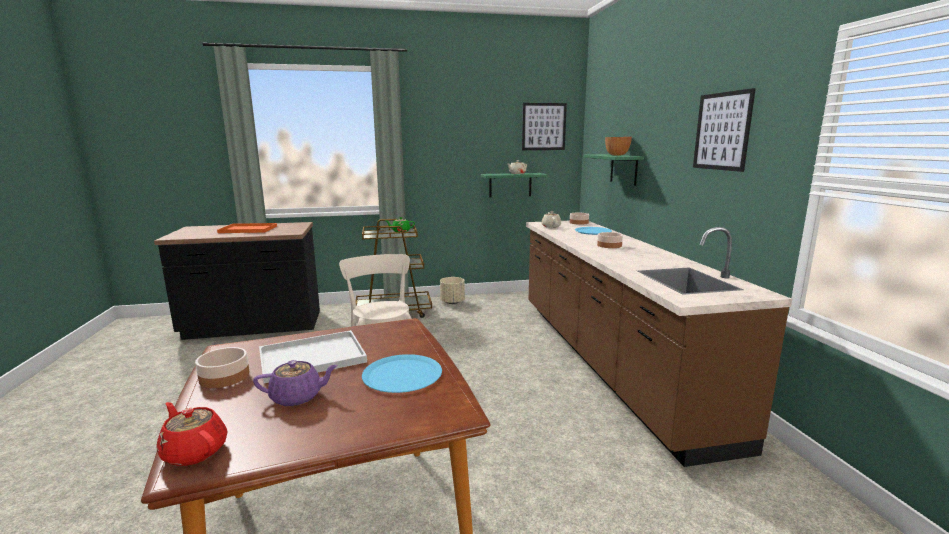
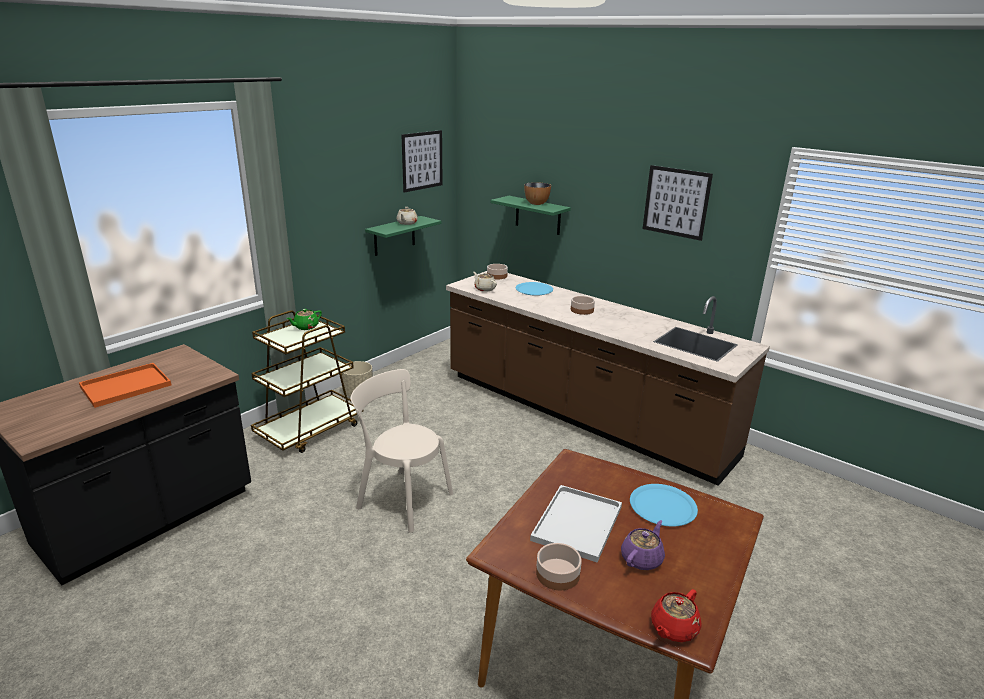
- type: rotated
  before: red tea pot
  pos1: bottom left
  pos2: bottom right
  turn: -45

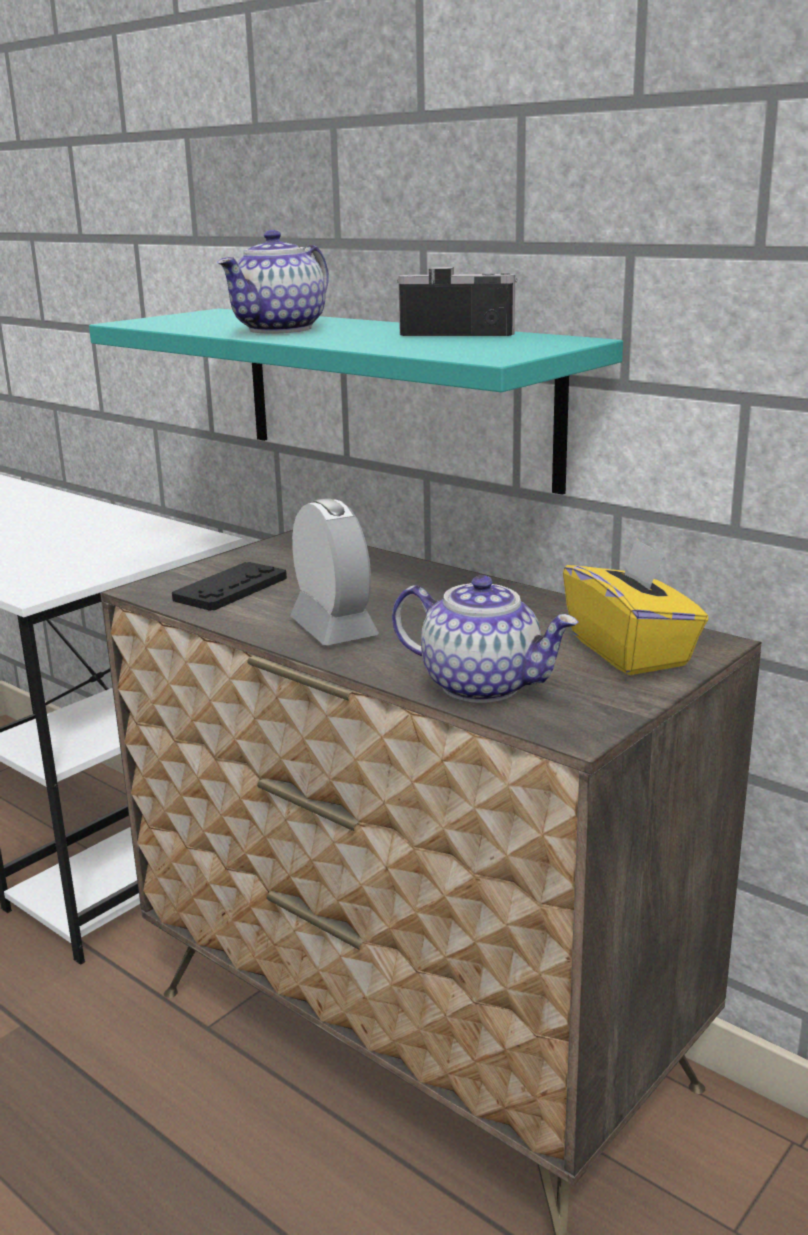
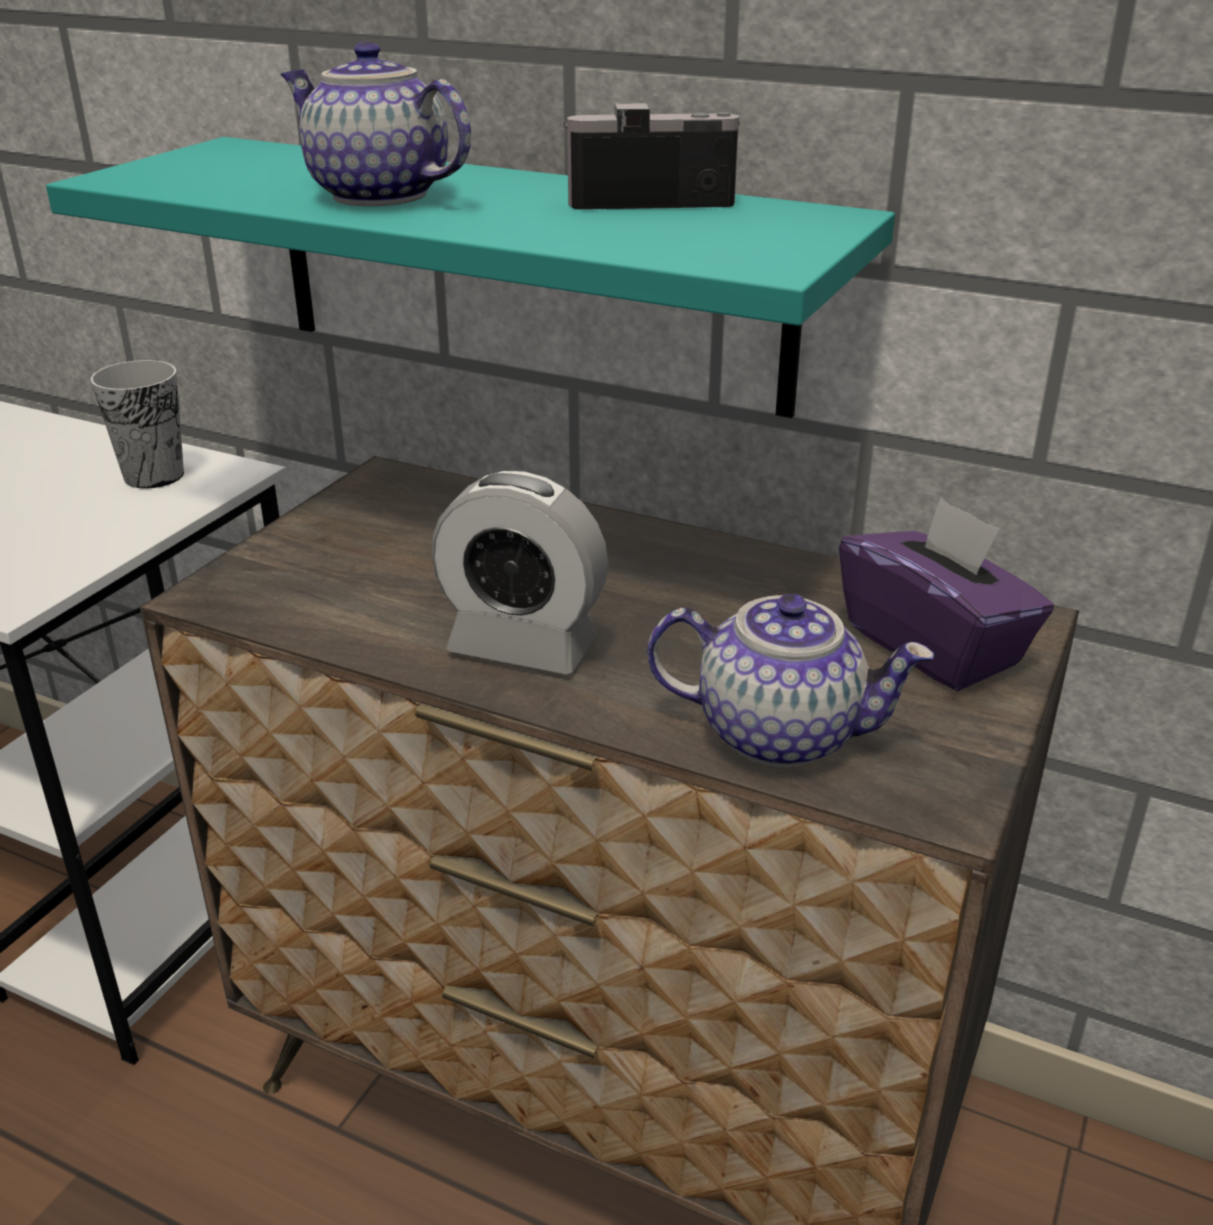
- type: new
  after: cup
  pos2: middle left
- type: rotated
  before: tea pot (no. 1 from left)
  pos1: top centre
  pos2: top left
  turn: 105
- type: rotated
  before: table clock
  pos1: centre
  pos2: centre
  turn: 150
- type: repainted
  before: yellowish tissue holder
  after: purple-coloured tissue holder
  pos1: middle right
  pos2: middle right
- type: gone
  before: black game controller
  pos1: middle left

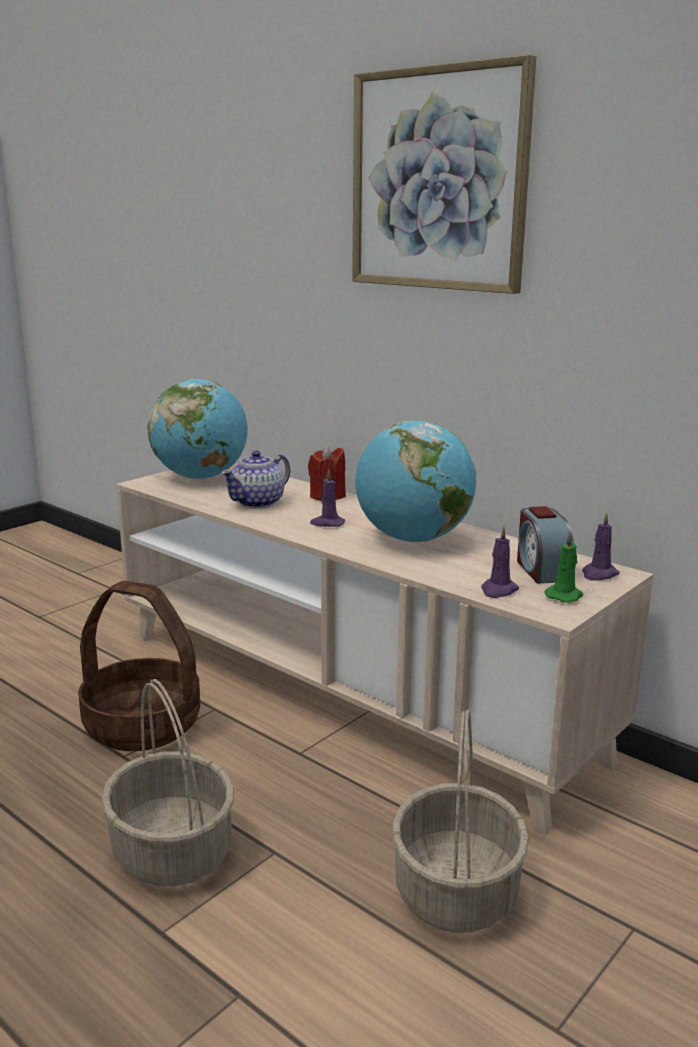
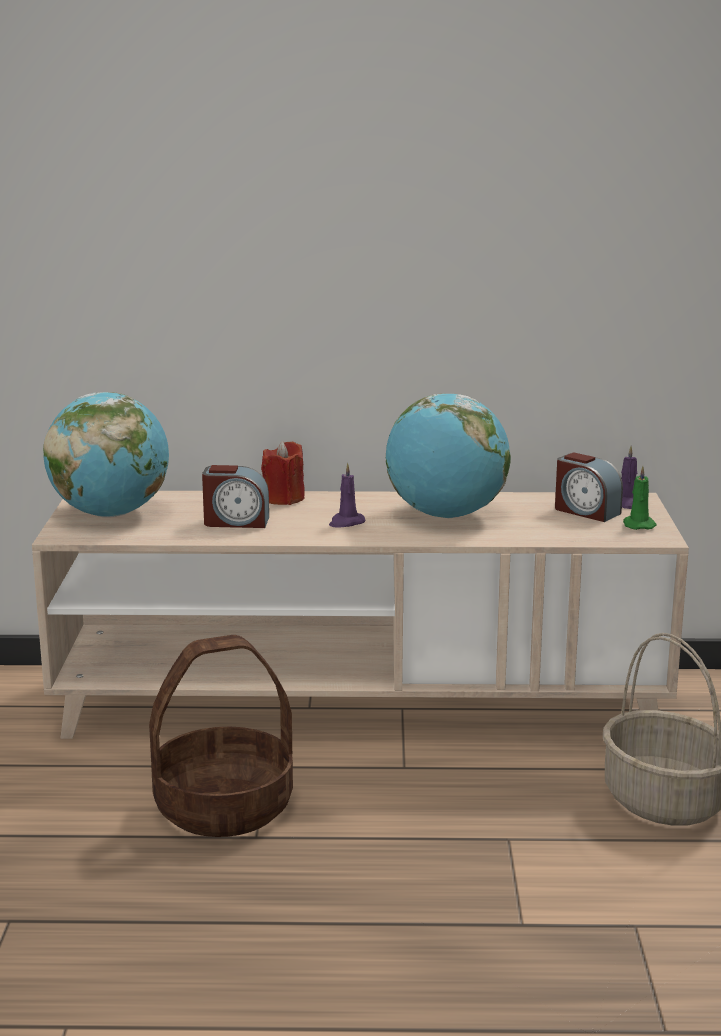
- type: swapped
  before: tea pot
  after: table clock (no. 1 from left)
  pos1: centre
  pos2: middle left
- type: gone
  before: household basket (no. 2 from left)
  pos1: bottom left
- type: gone
  before: wall art
  pos1: top centre
- type: gone
  before: purple-coloured candle (no. 2 from left)
  pos1: middle right

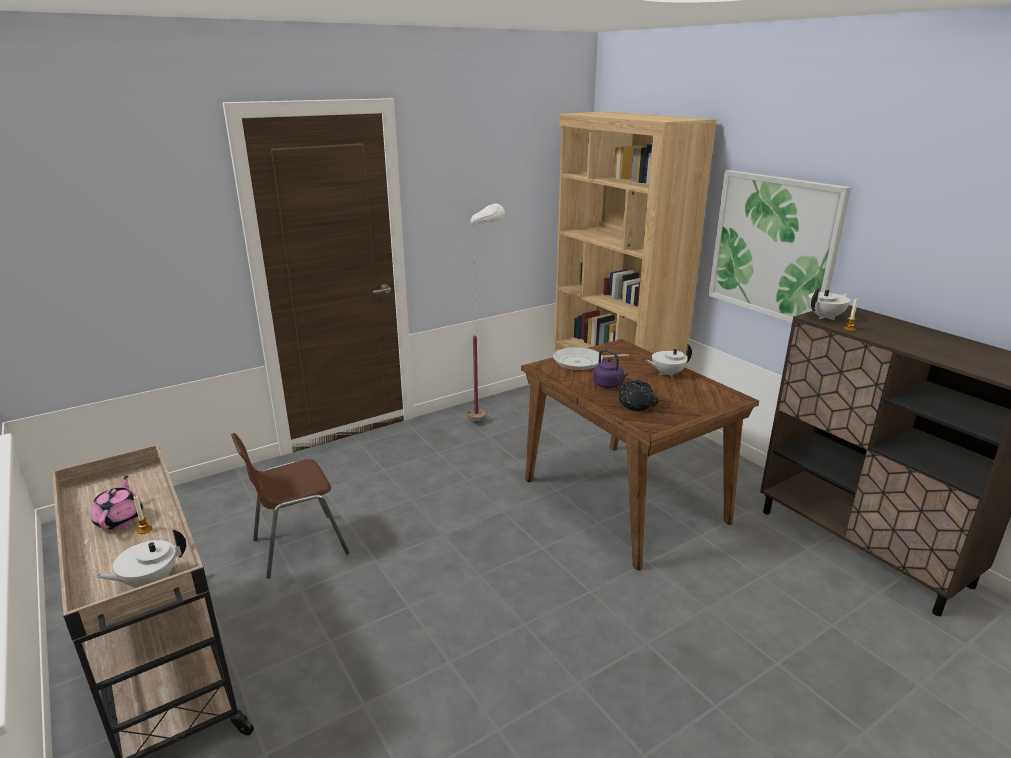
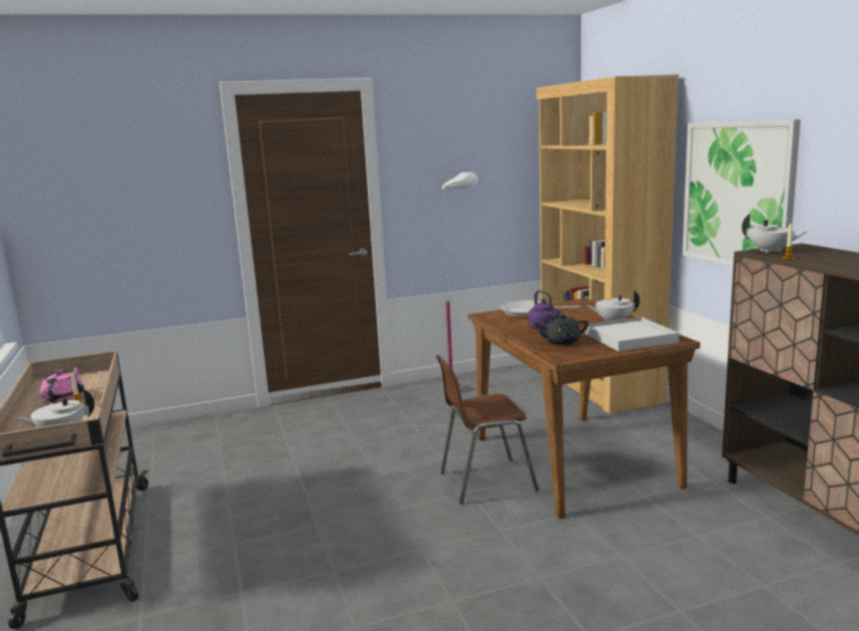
- type: shifted
  before: brown plain chair
  pos1: bottom left
  pos2: bottom centre
- type: rotated
  before: black tea pot
  pos1: centre
  pos2: centre
  turn: -75
- type: new
  after: white-coloured tray
  pos2: middle right
- type: rotated
  before: white-coloured tea pot (no. 3 from left)
  pos1: middle right
  pos2: middle right
  turn: 60

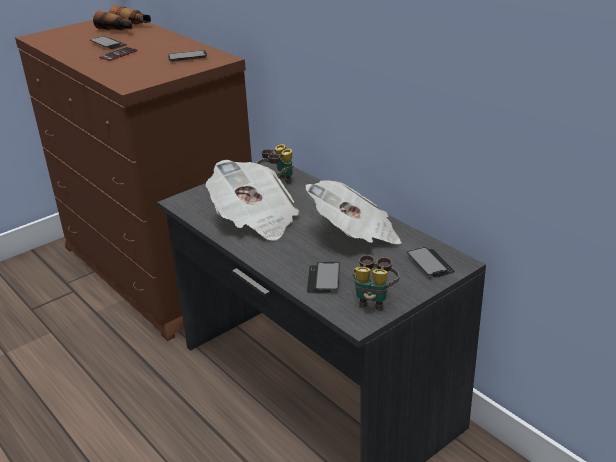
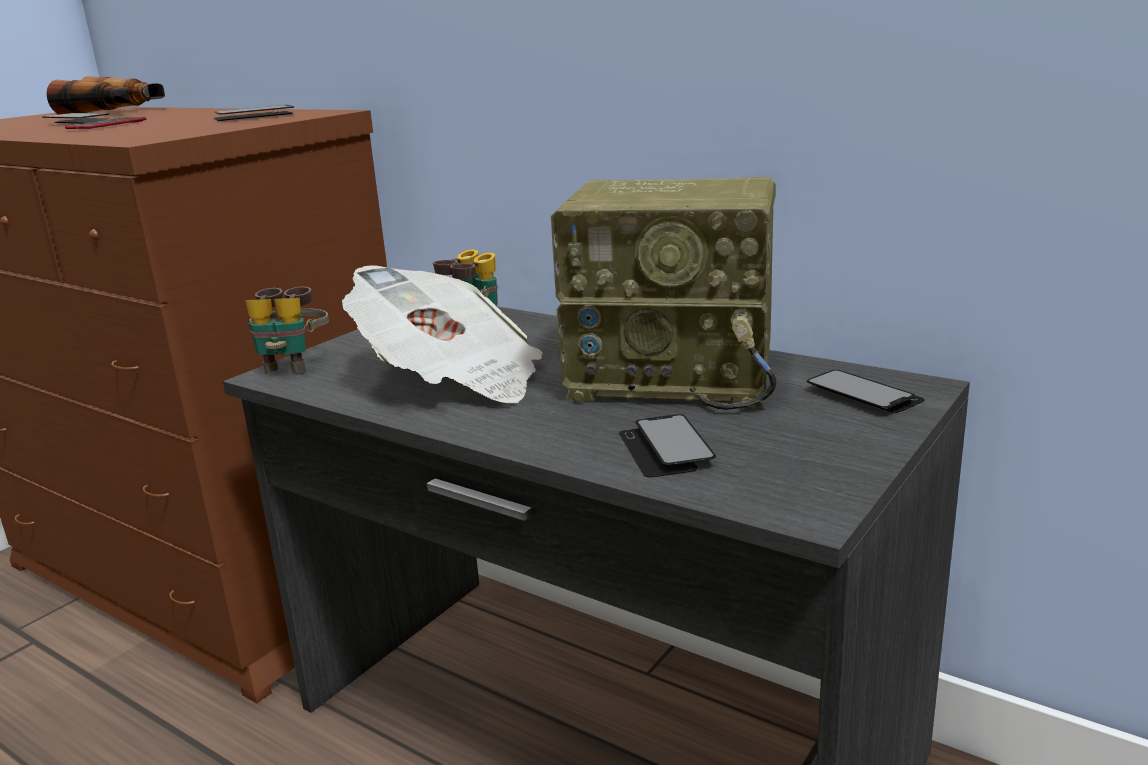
- type: shifted
  before: field glasses (no. 3 from left in the first image)
  after: field glasses (no. 2 from left)
  pos1: centre
  pos2: middle left
- type: swapped
  before: daily paper (no. 2 from left)
  after: radio receiver
  pos1: centre
  pos2: centre

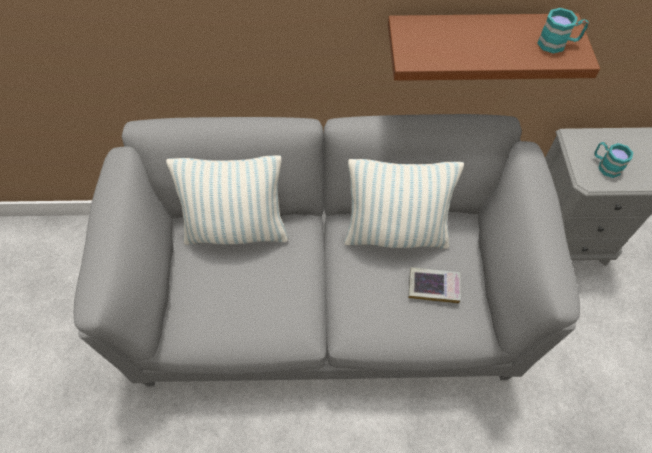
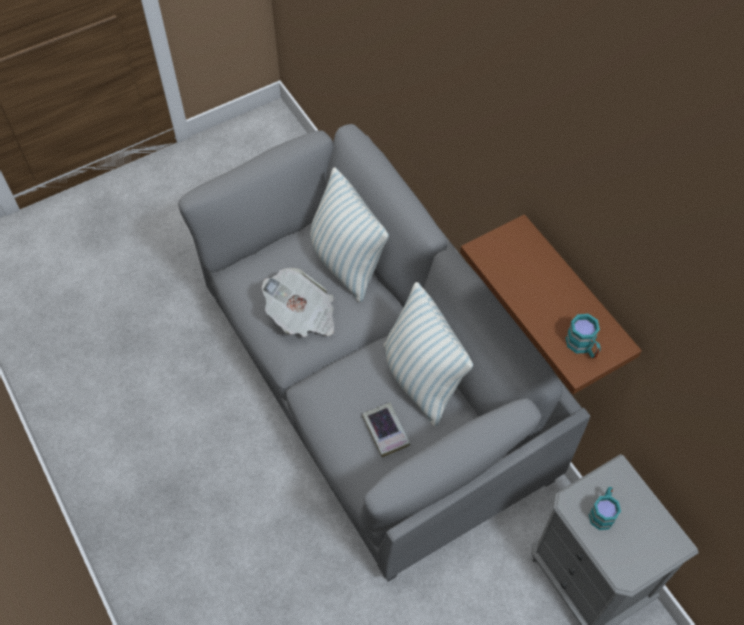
- type: new
  after: daily paper
  pos2: centre

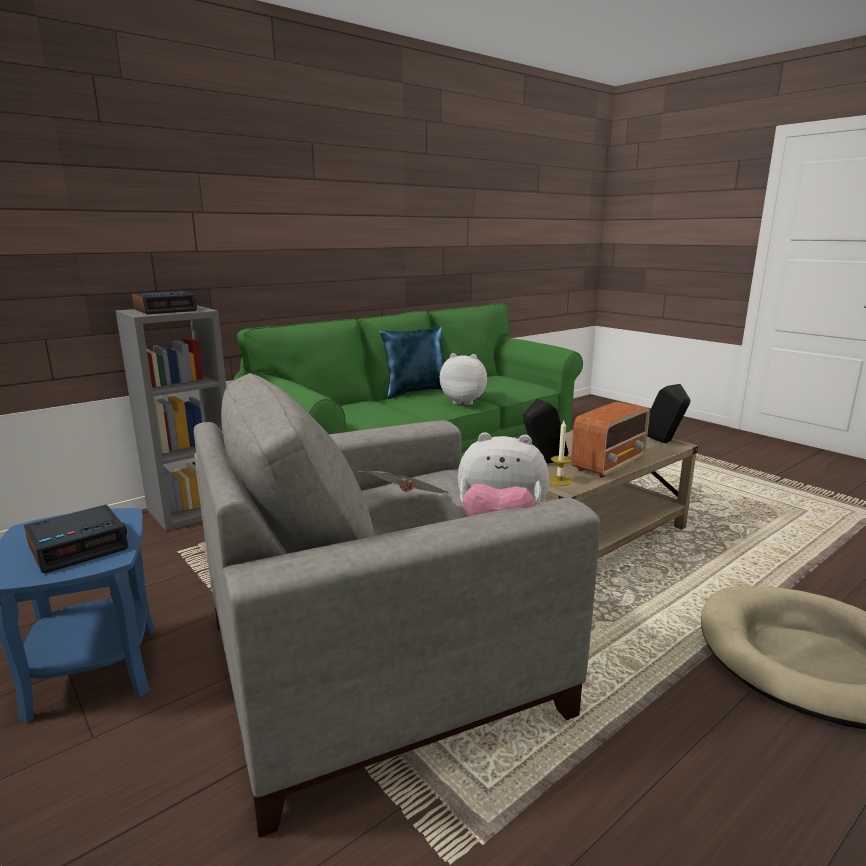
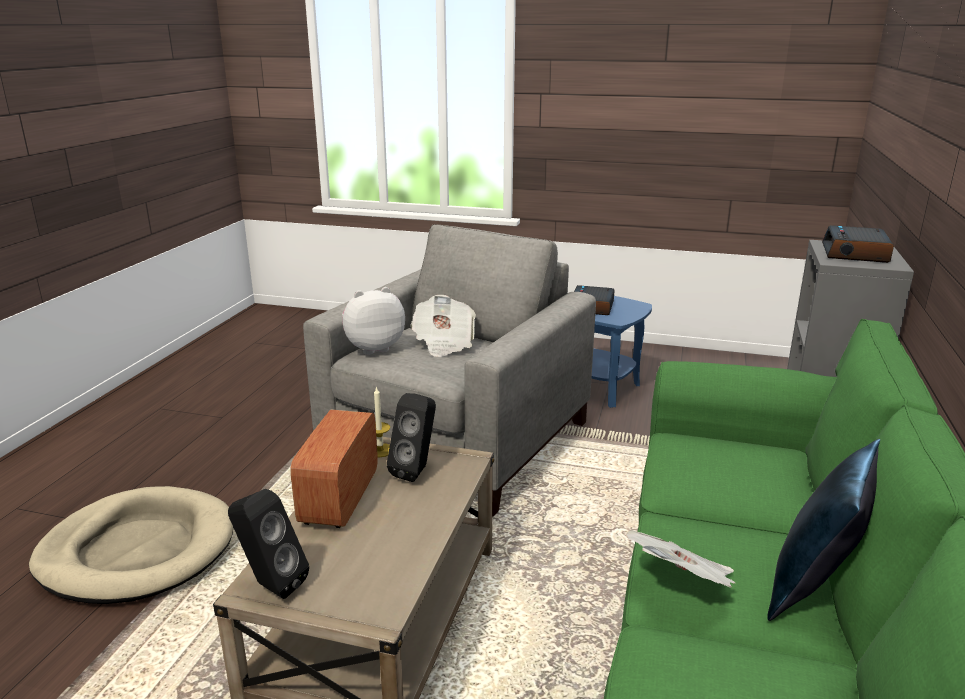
- type: swapped
  before: soft toy (no. 1 from left)
  after: daily paper (no. 2 from left)
  pos1: centre
  pos2: bottom right

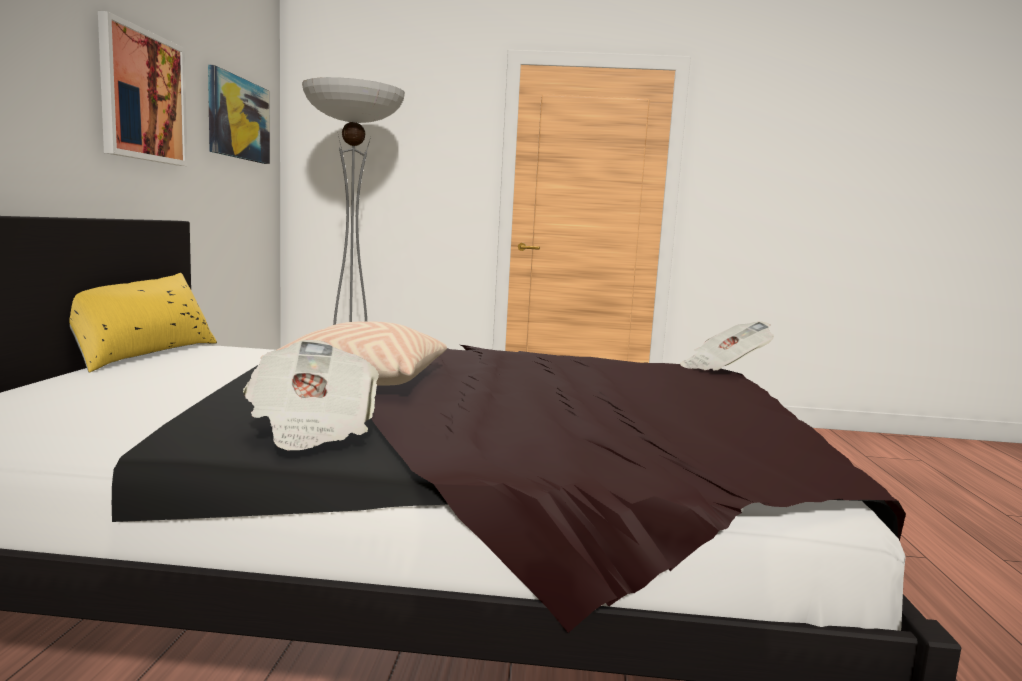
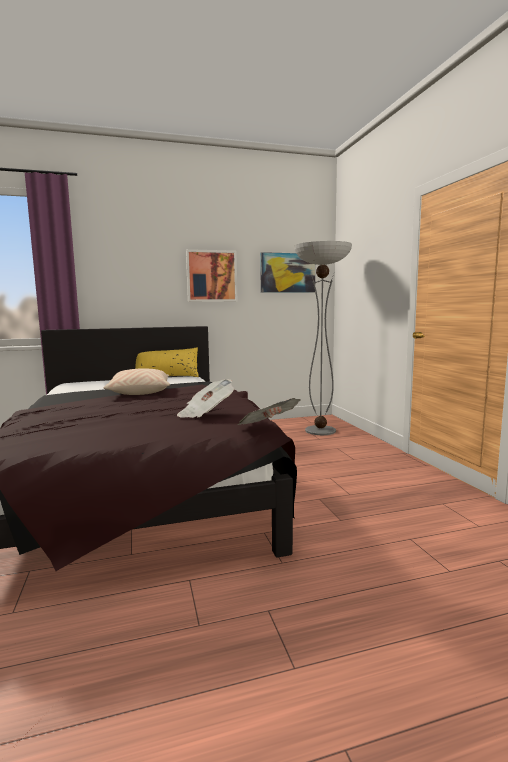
- type: shifted
  before: daily paper (no. 1 from left)
  pos1: middle left
  pos2: centre

